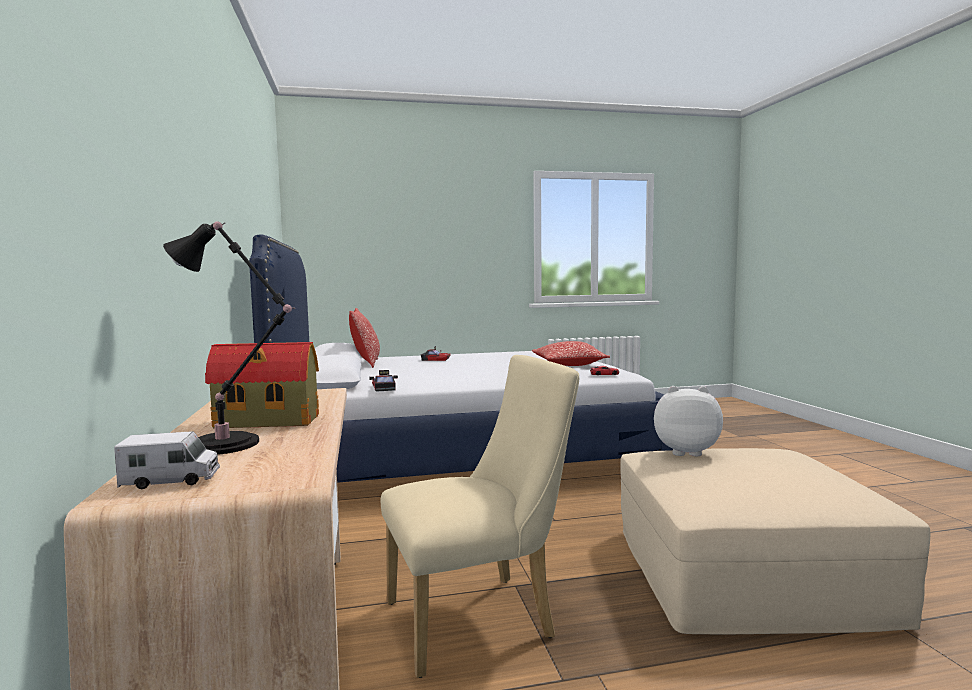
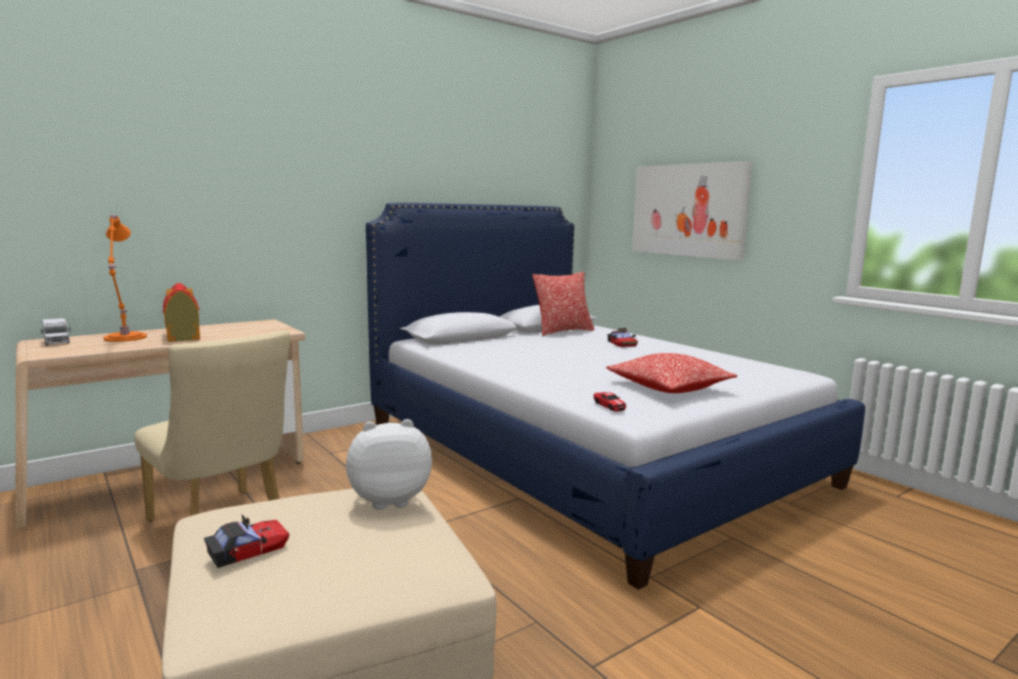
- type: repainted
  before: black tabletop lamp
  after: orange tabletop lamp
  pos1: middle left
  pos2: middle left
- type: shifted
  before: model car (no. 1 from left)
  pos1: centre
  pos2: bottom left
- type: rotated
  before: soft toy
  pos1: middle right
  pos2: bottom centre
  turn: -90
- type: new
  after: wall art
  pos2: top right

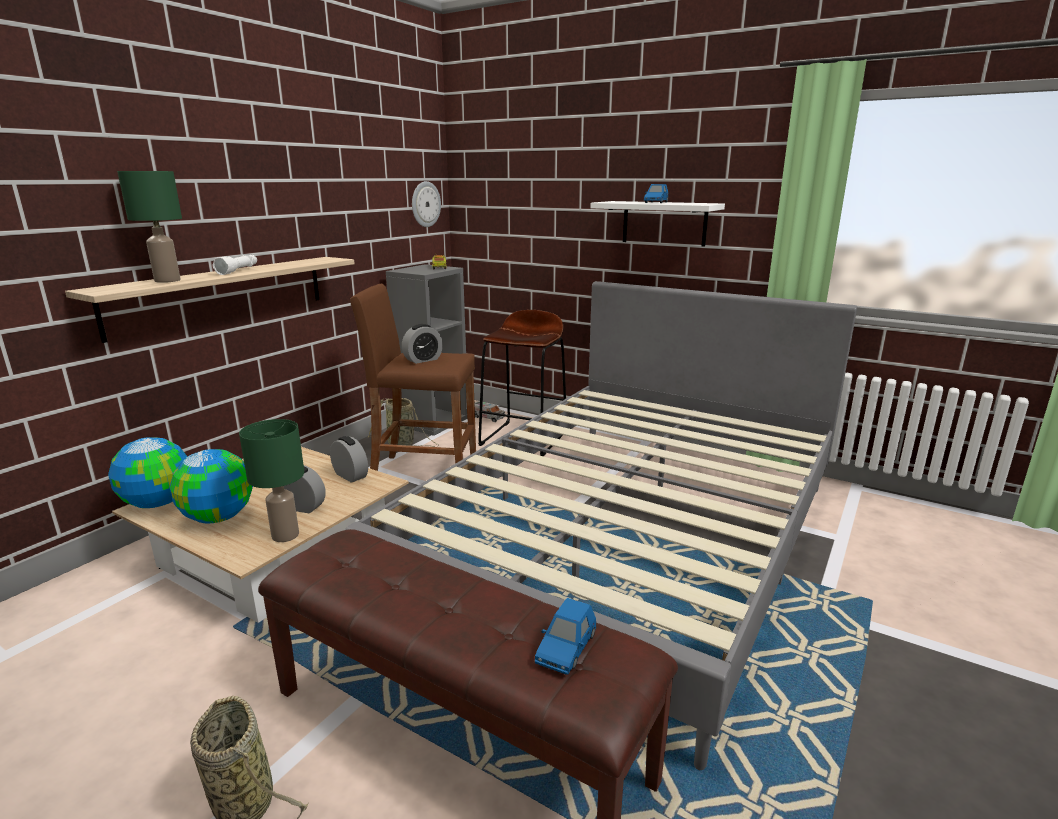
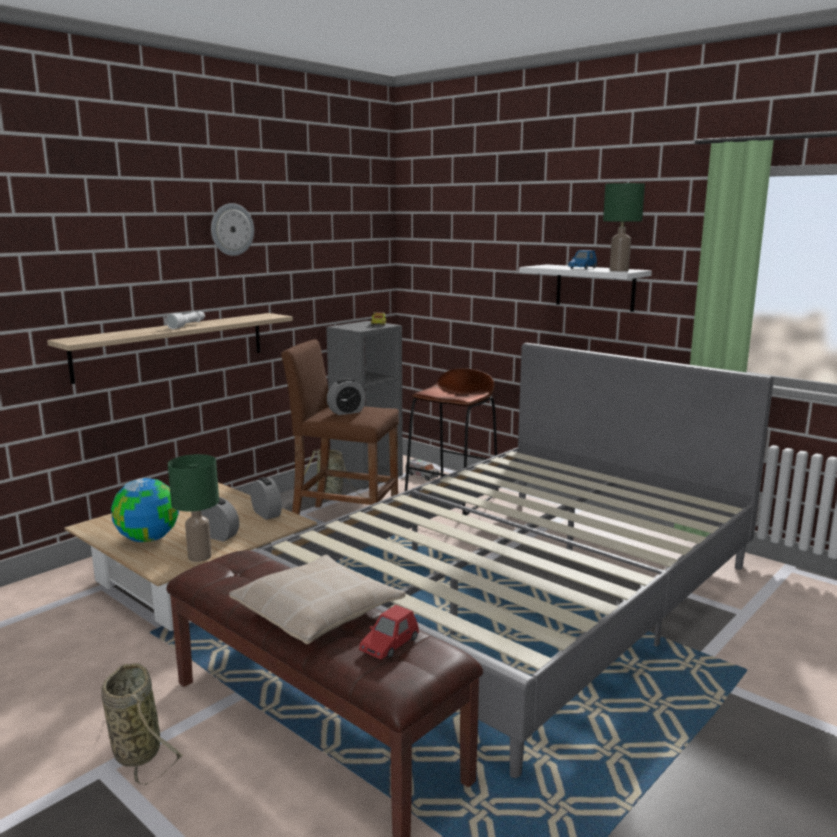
- type: shifted
  before: wall clock
  pos1: top centre
  pos2: top left
- type: new
  after: sand-coloured pillow
  pos2: bottom centre
- type: repainted
  before: blue-coloured model car (no. 1 from left)
  after: red model car
  pos1: bottom centre
  pos2: bottom centre
- type: shifted
  before: greenish tabletop lamp (no. 1 from left in the first image)
  after: greenish tabletop lamp (no. 2 from left)
  pos1: top left
  pos2: top right
- type: gone
  before: globe (no. 1 from left)
  pos1: middle left

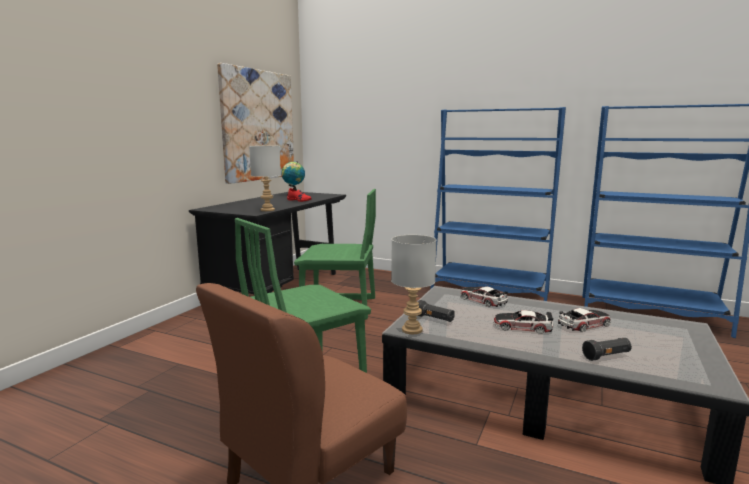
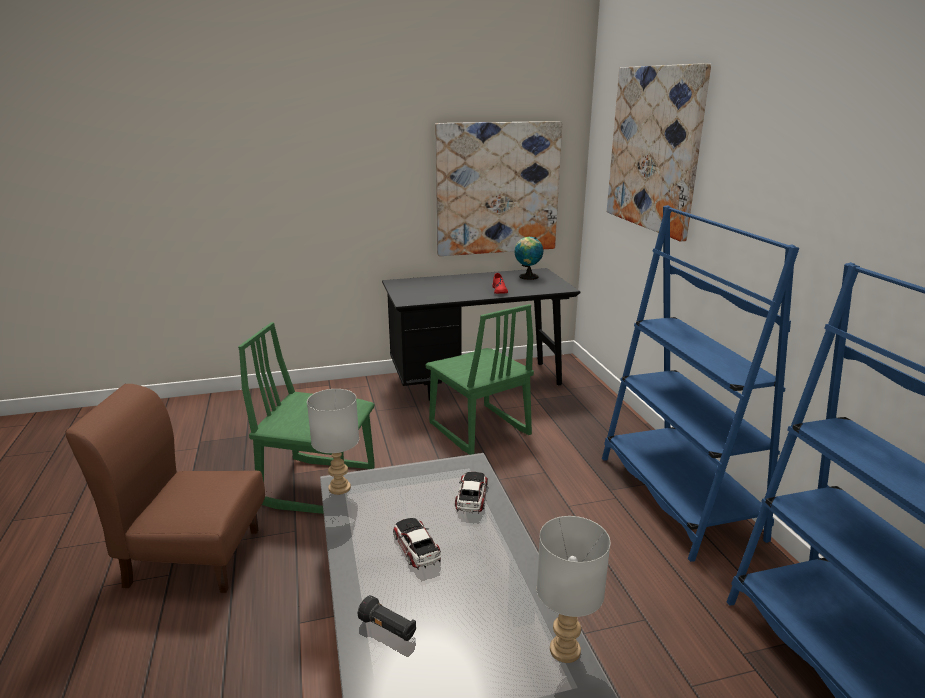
- type: shifted
  before: grey tabletop lamp (no. 1 from left in the first image)
  after: grey tabletop lamp (no. 2 from left)
  pos1: centre
  pos2: bottom centre
- type: new
  after: wall art (no. 2 from left)
  pos2: top right
- type: gone
  before: black hand torch (no. 1 from left)
  pos1: centre
- type: gone
  before: model car (no. 3 from left)
  pos1: middle right

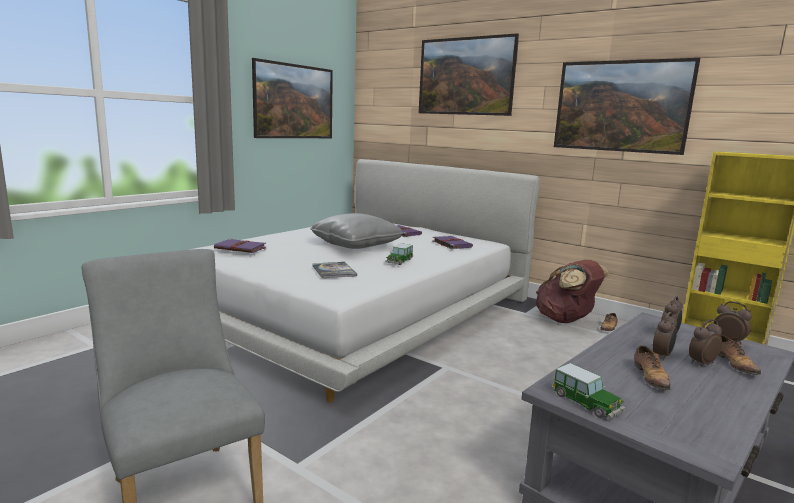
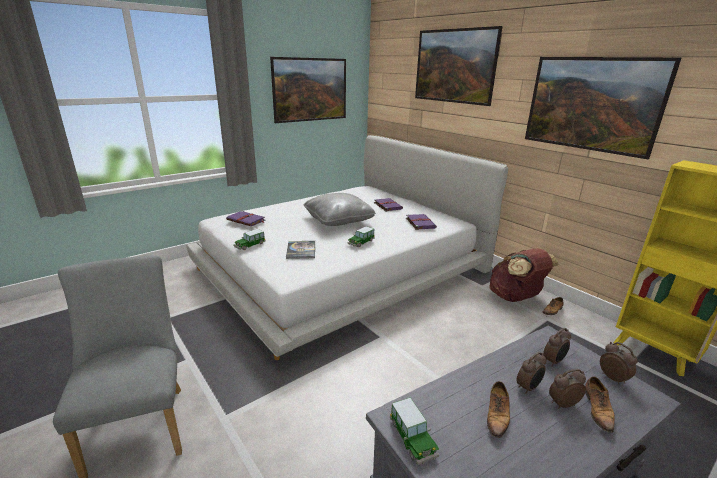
- type: new
  after: model car (no. 1 from left)
  pos2: centre

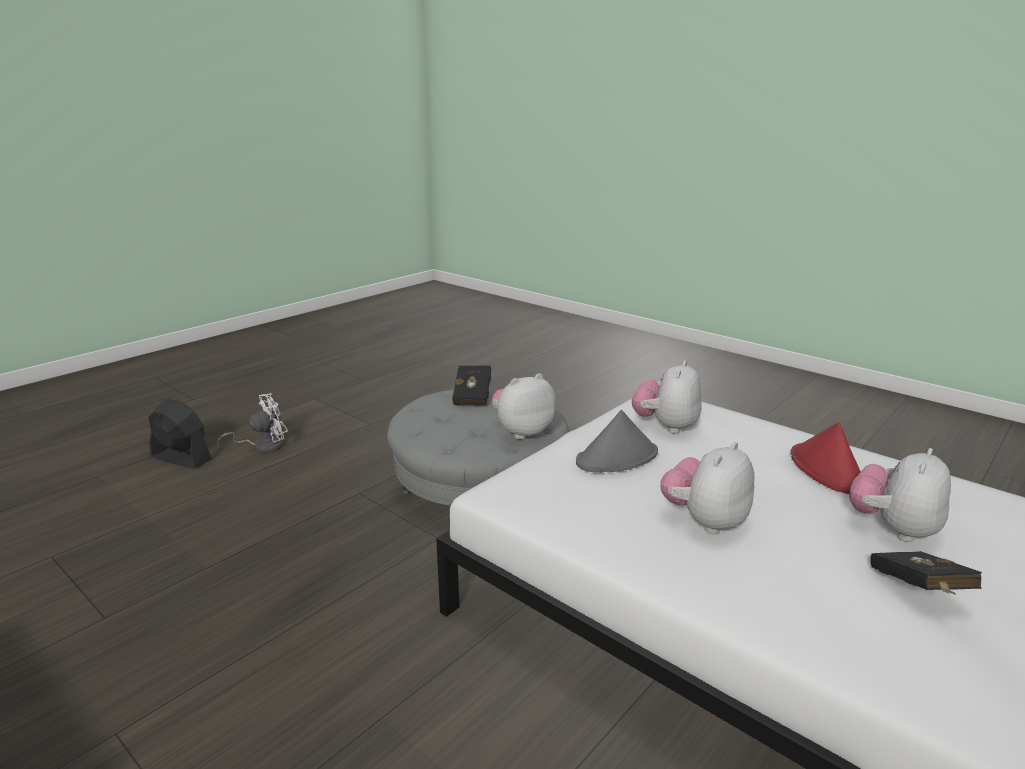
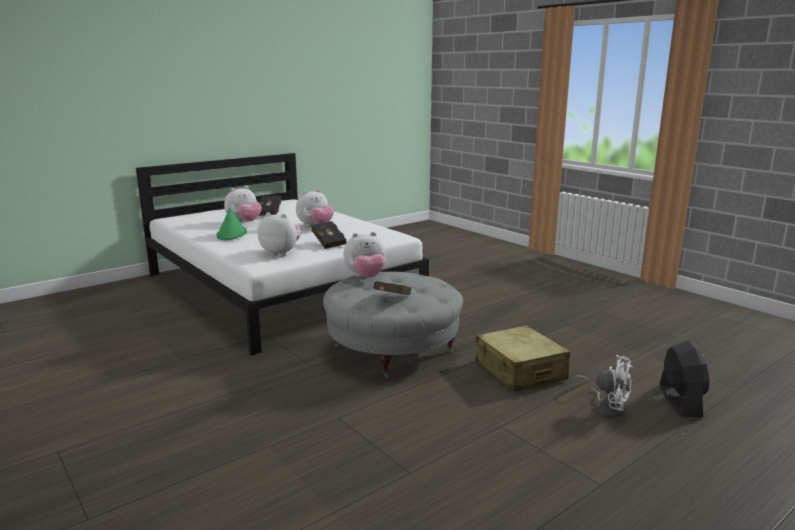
- type: repainted
  before: red wearable hat
  after: greenish wearable hat
  pos1: middle right
  pos2: middle left
- type: rotated
  before: soft toy (no. 2 from left)
  pos1: centre
  pos2: centre
  turn: -105
- type: swapped
  before: grey wearable hat
  after: black bound book (no. 2 from left)
  pos1: centre
  pos2: centre
- type: new
  after: sand-coloured piece of luggage
  pos2: bottom centre
- type: rotated
  before: white-coloured electric fan
  pos1: middle left
  pos2: bottom right
  turn: -120
- type: rotated
  before: black electric fan
  pos1: middle left
  pos2: bottom right
  turn: -120

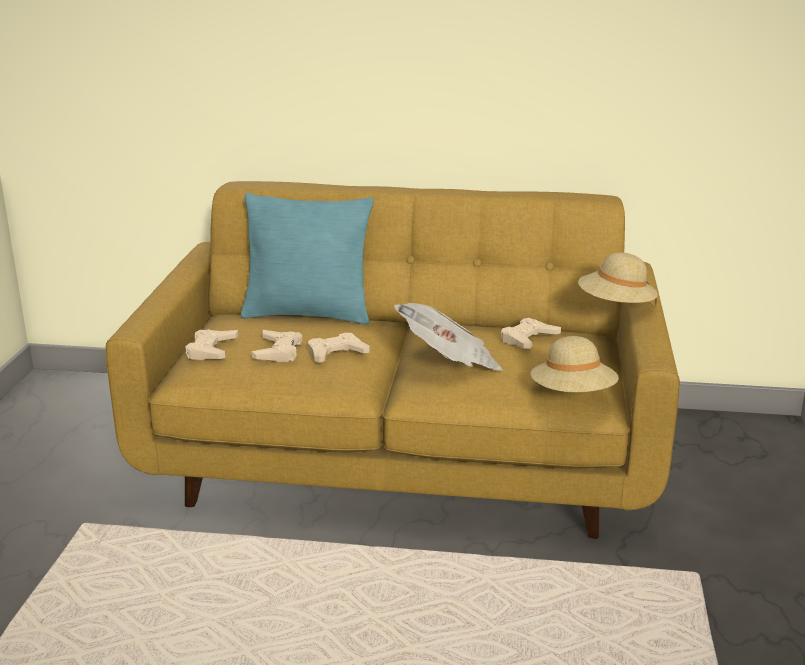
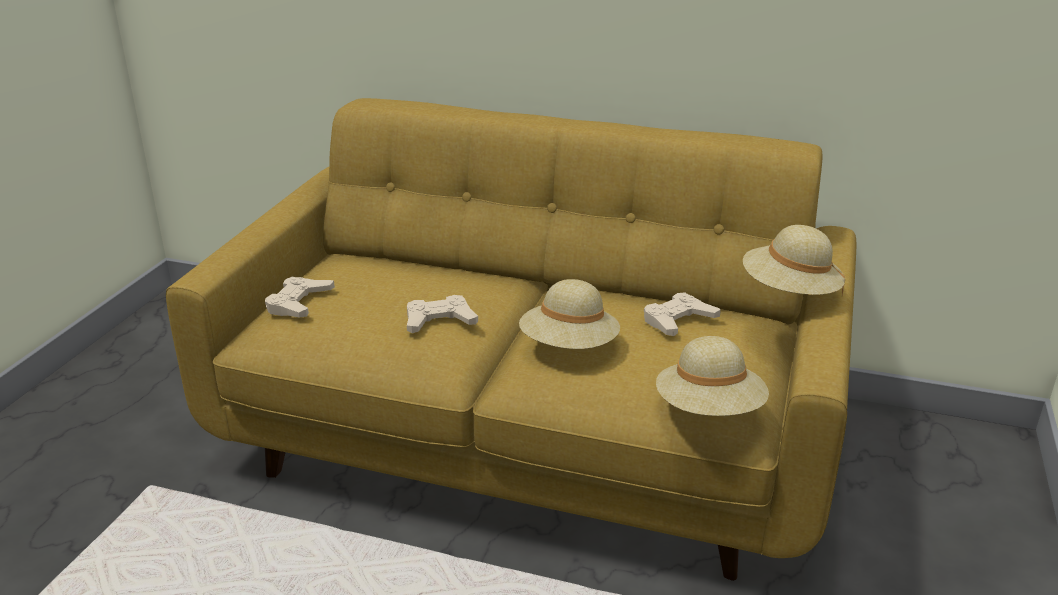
- type: swapped
  before: daily paper
  after: sand-coloured wearable hat (no. 1 from left)
  pos1: centre
  pos2: centre
- type: gone
  before: turquoise-coloured pillow
  pos1: centre
- type: gone
  before: sand-coloured game controller (no. 2 from left)
  pos1: centre

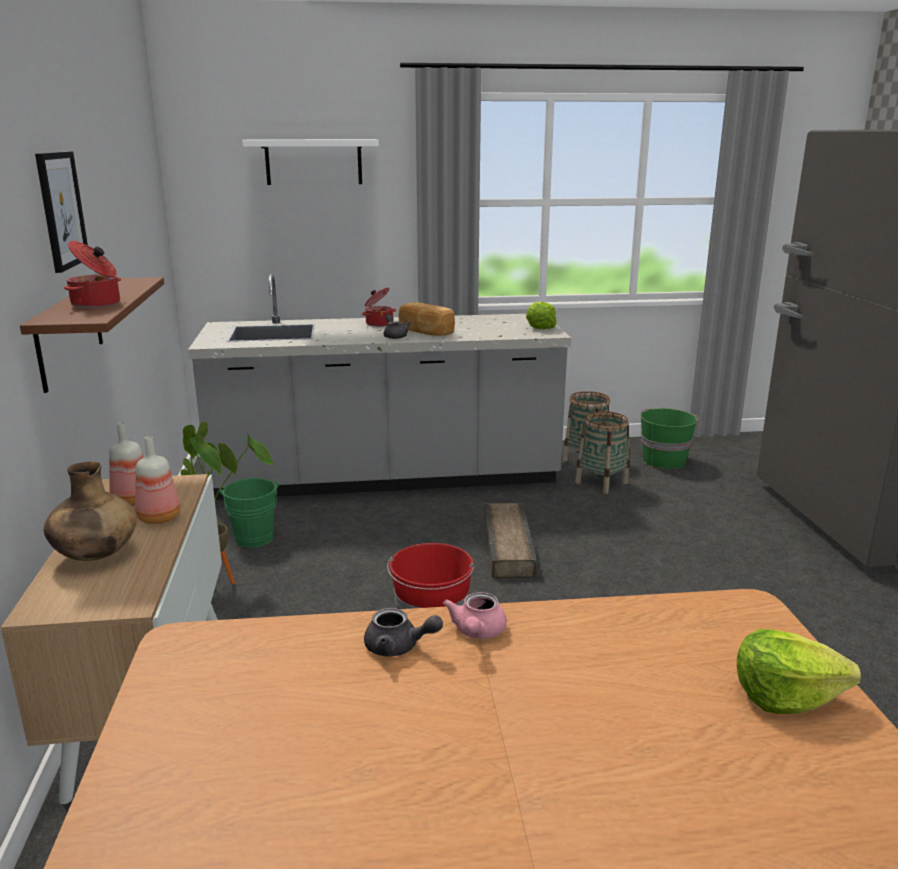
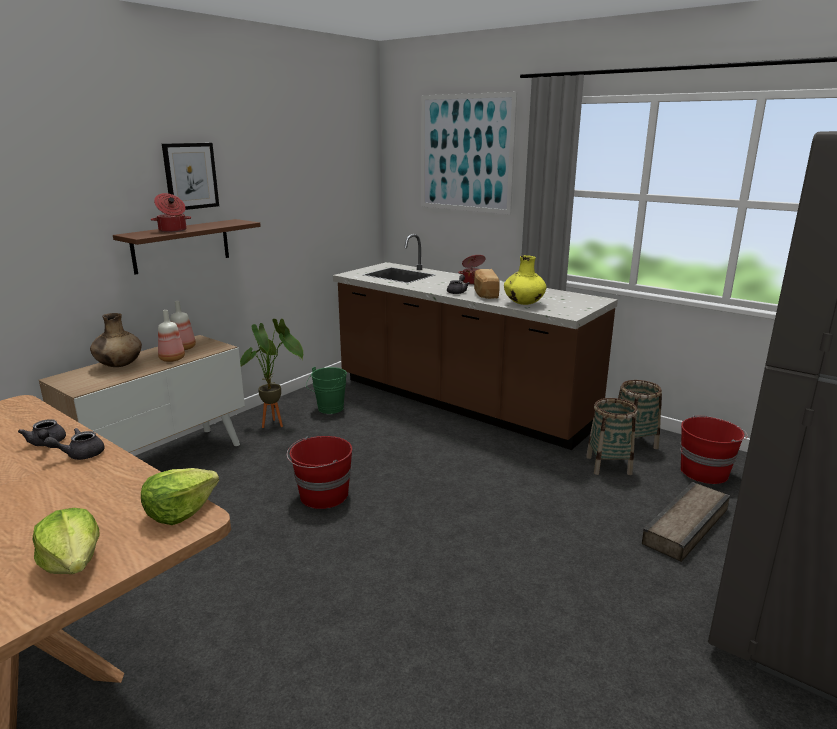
- type: repainted
  before: pink tea pot
  after: grey tea pot (no. 2 from left)
  pos1: bottom centre
  pos2: middle left
- type: shifted
  before: lettuce (no. 1 from left in the first image)
  after: lettuce (no. 2 from left)
  pos1: centre
  pos2: bottom left
- type: repainted
  before: grey kitchen base unit
  after: brown kitchen base unit
  pos1: centre
  pos2: centre
- type: swapped
  before: white-coloured wall shelf
  after: wall art (no. 2 from left)
  pos1: top centre
  pos2: top centre
- type: new
  after: yellowish flower vase
  pos2: centre
- type: shifted
  before: shipping crate
  pos1: centre
  pos2: bottom right
- type: repainted
  before: greenish water bucket (no. 2 from left)
  after: red water bucket (no. 2 from left)
  pos1: middle right
  pos2: middle right

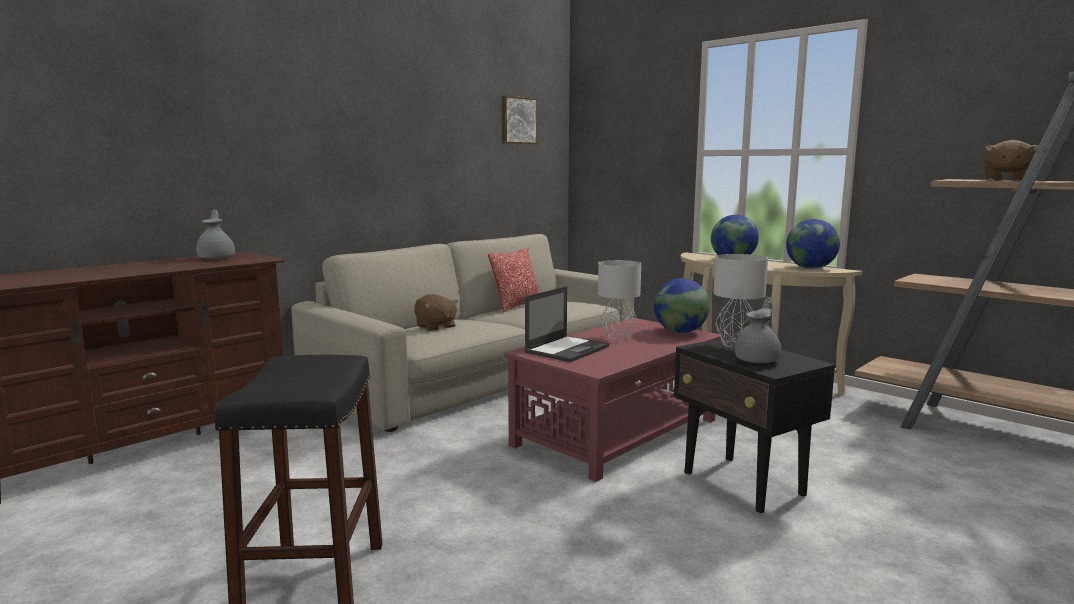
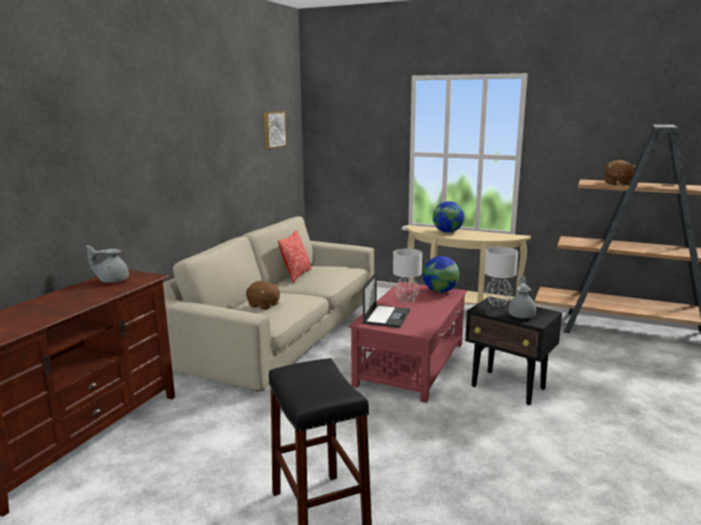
- type: rotated
  before: grey tea pot (no. 1 from left)
  pos1: middle left
  pos2: middle left
  turn: -60
- type: gone
  before: globe (no. 3 from left)
  pos1: middle right

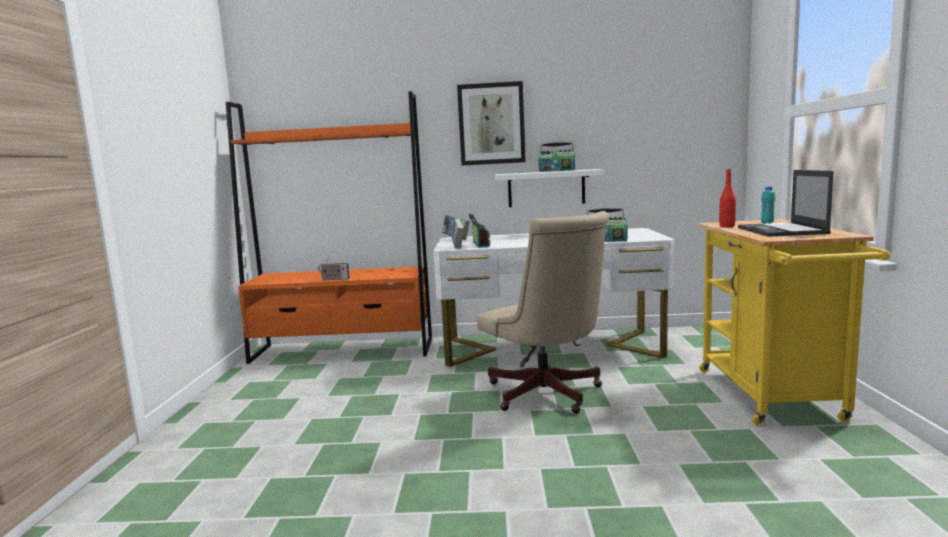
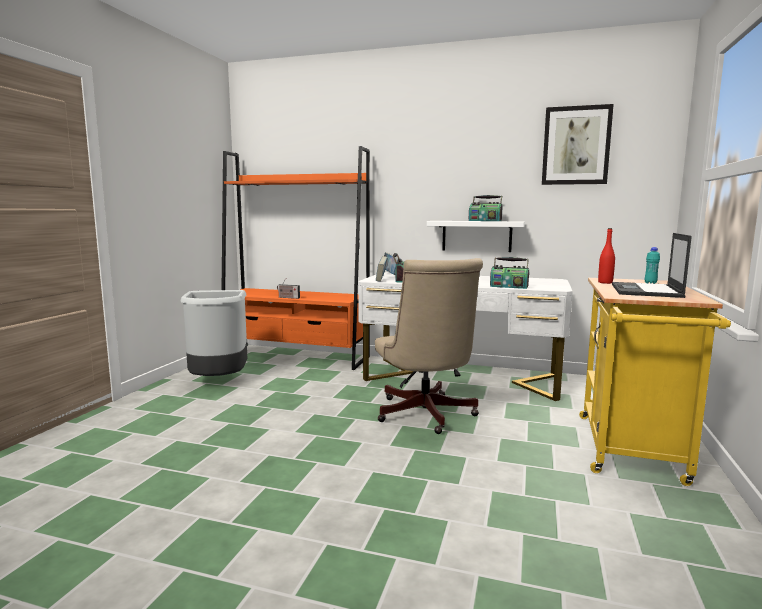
- type: new
  after: grey waste bin
  pos2: middle left
- type: shifted
  before: wall art
  pos1: top centre
  pos2: top right

